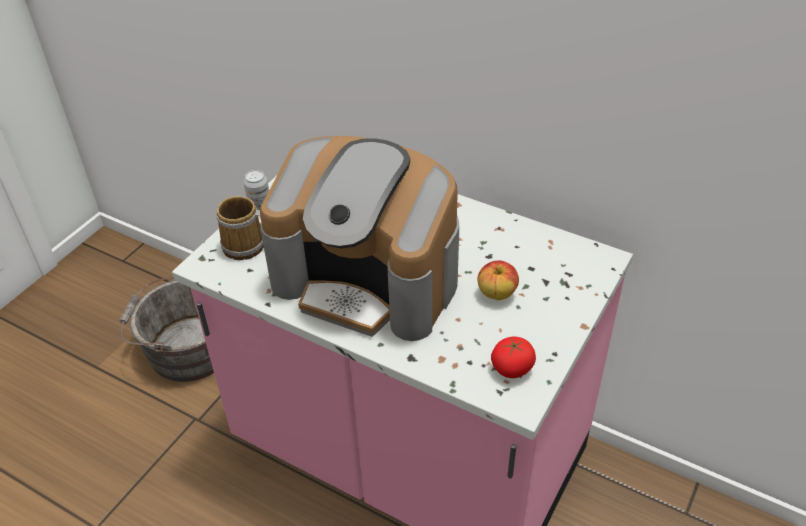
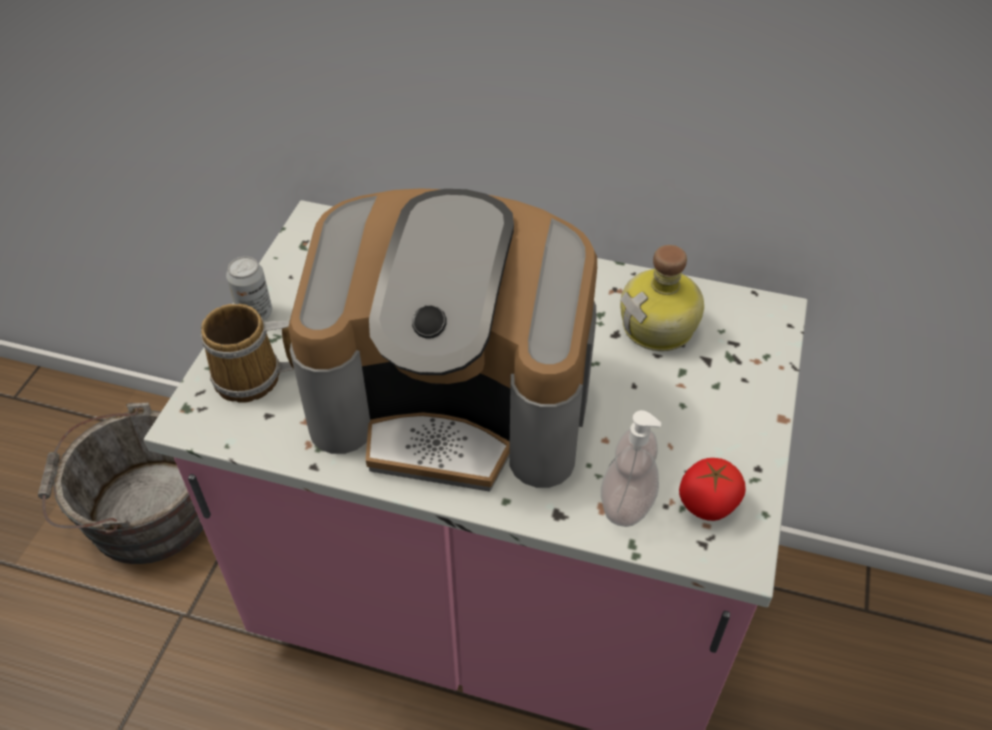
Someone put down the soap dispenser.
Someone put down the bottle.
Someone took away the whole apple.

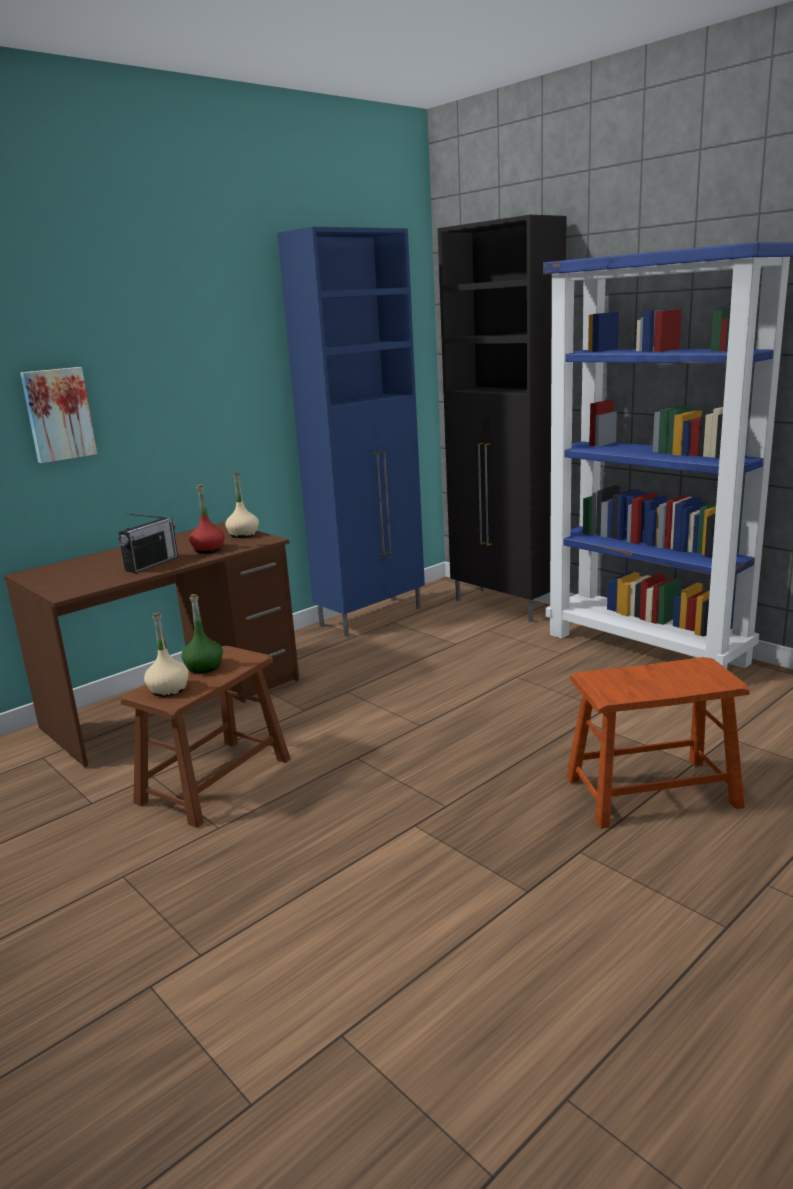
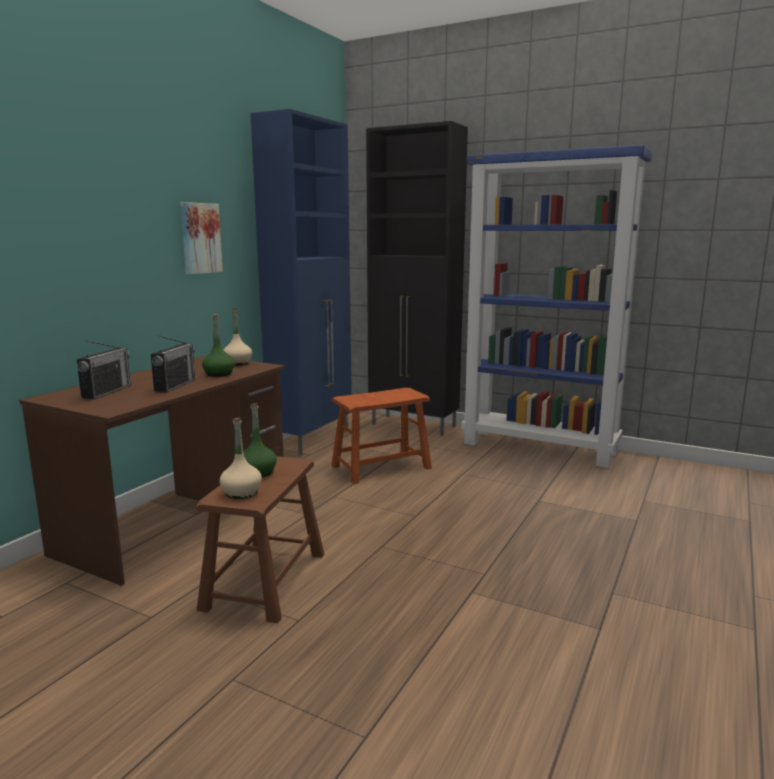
Someone put down the radio set (1st from left).
Someone carried the picture.
Someone repainted the bottle/red, which became the bottle/greenish (1st from left).
Someone carried the sitting stool/brownish (2nd from left).

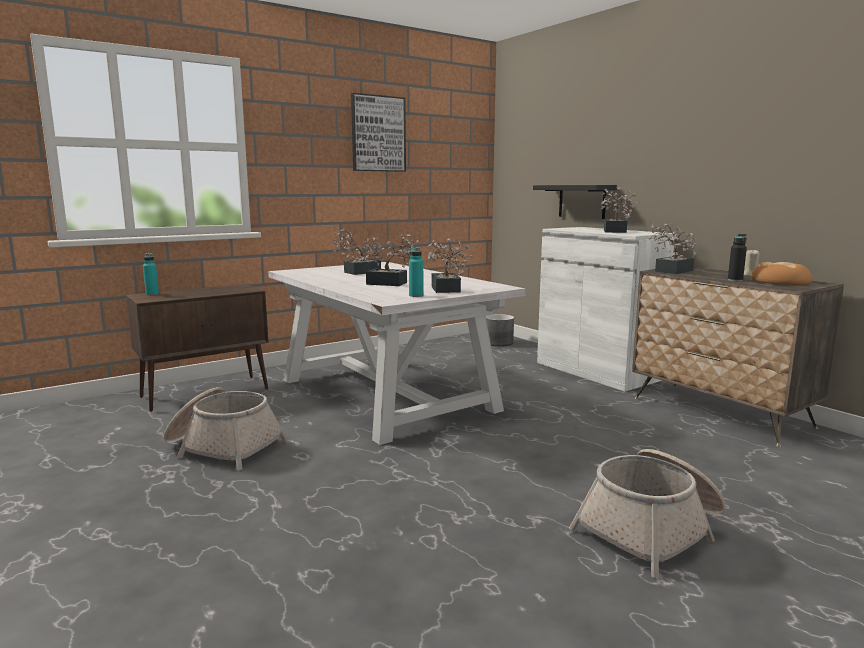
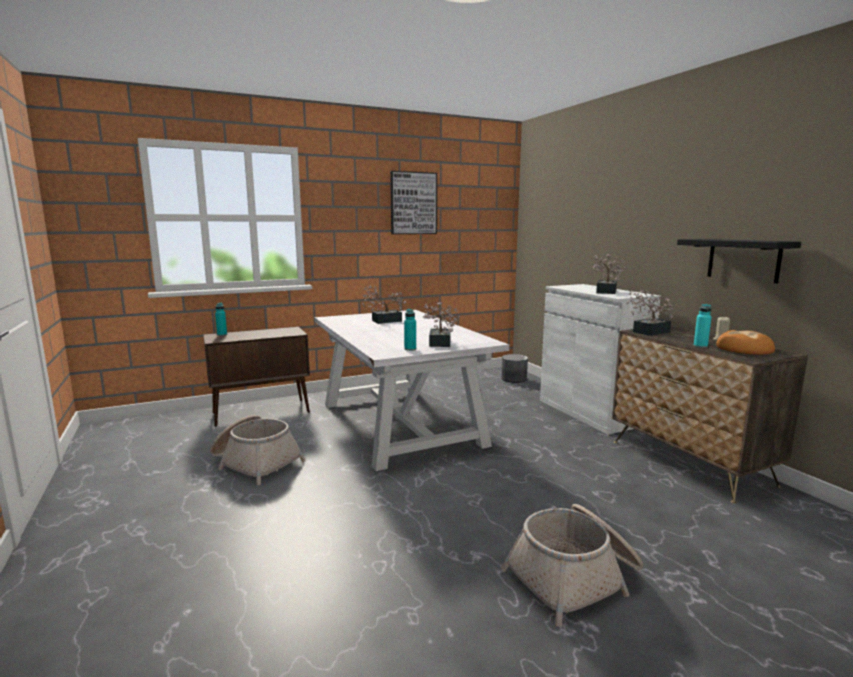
Someone carried the wall shelf/black.
Someone repainted the bottle/black, which became the bottle/blue-green (3rd from left).
Someone took away the plant in a pot (2nd from left).

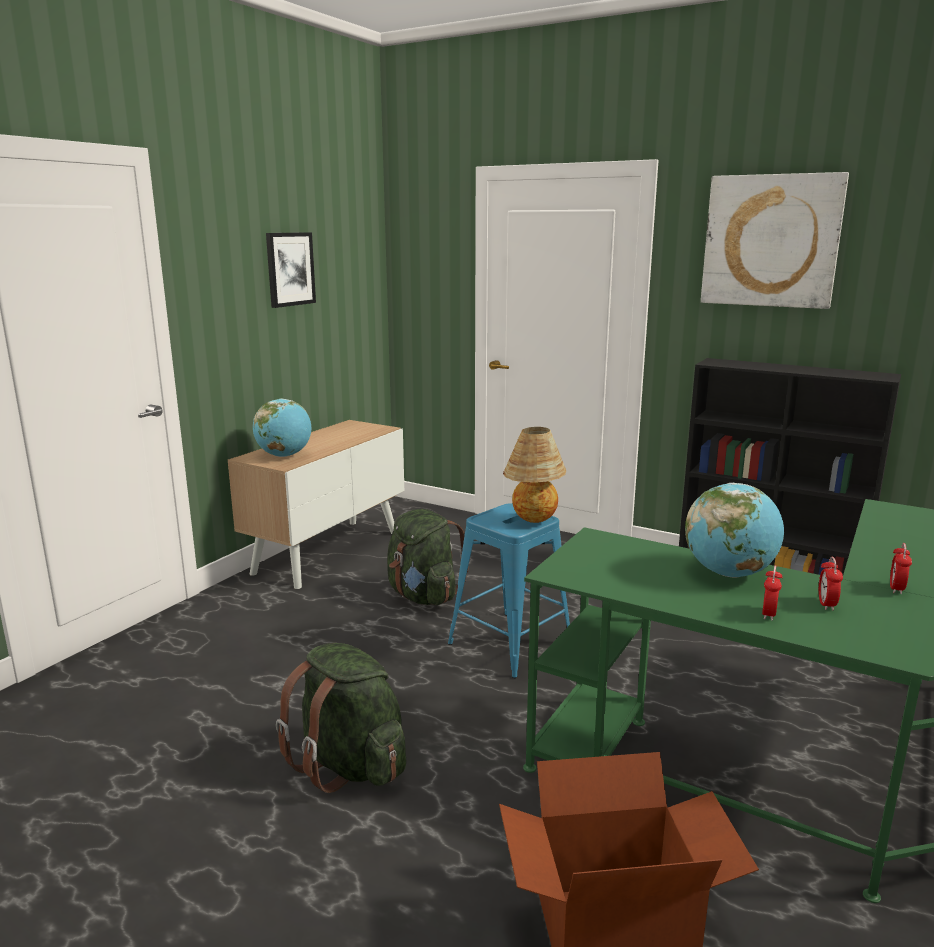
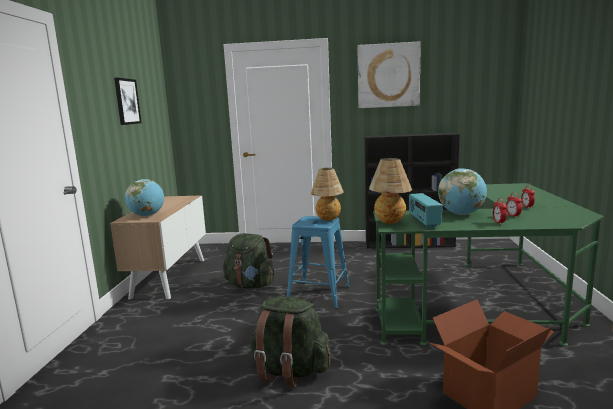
Someone put down the table lamp (2nd from left).
Someone put down the radio set.

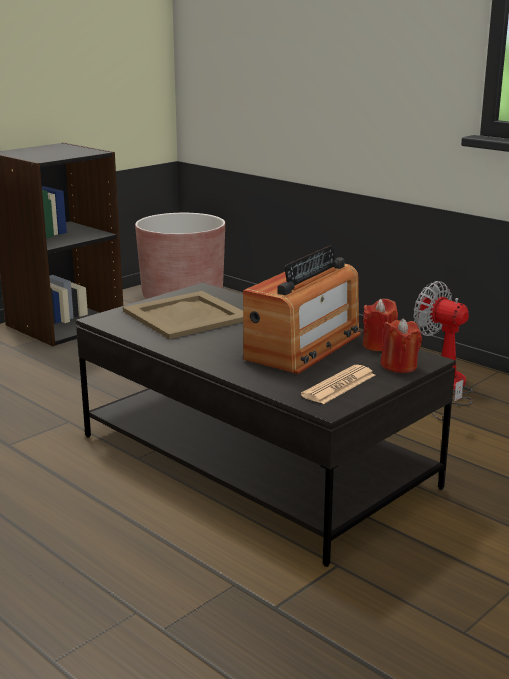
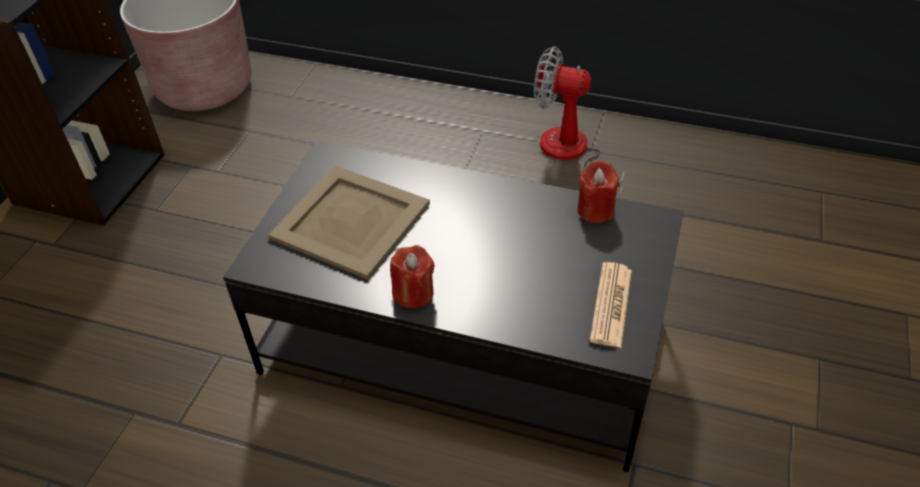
Someone carried the candle/red (2nd from left in the first image).
Someone took away the radio set.

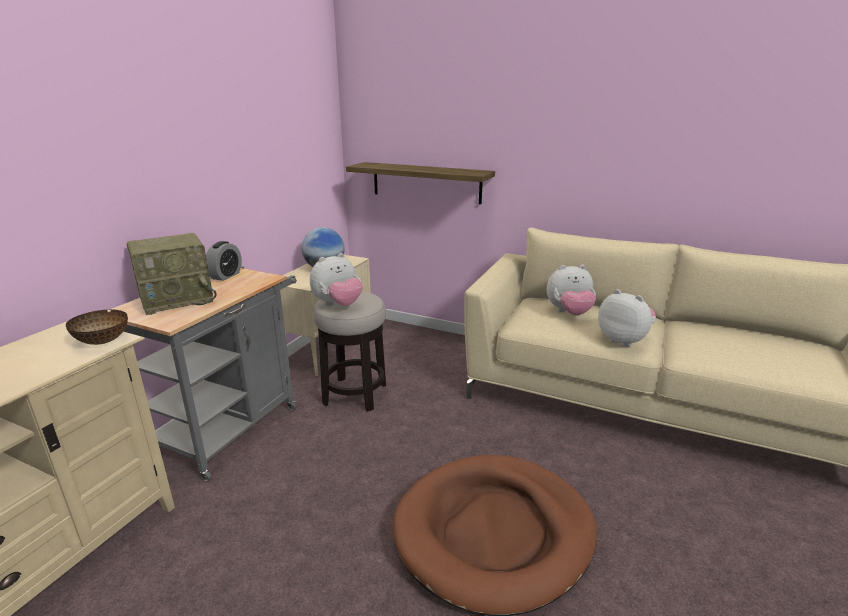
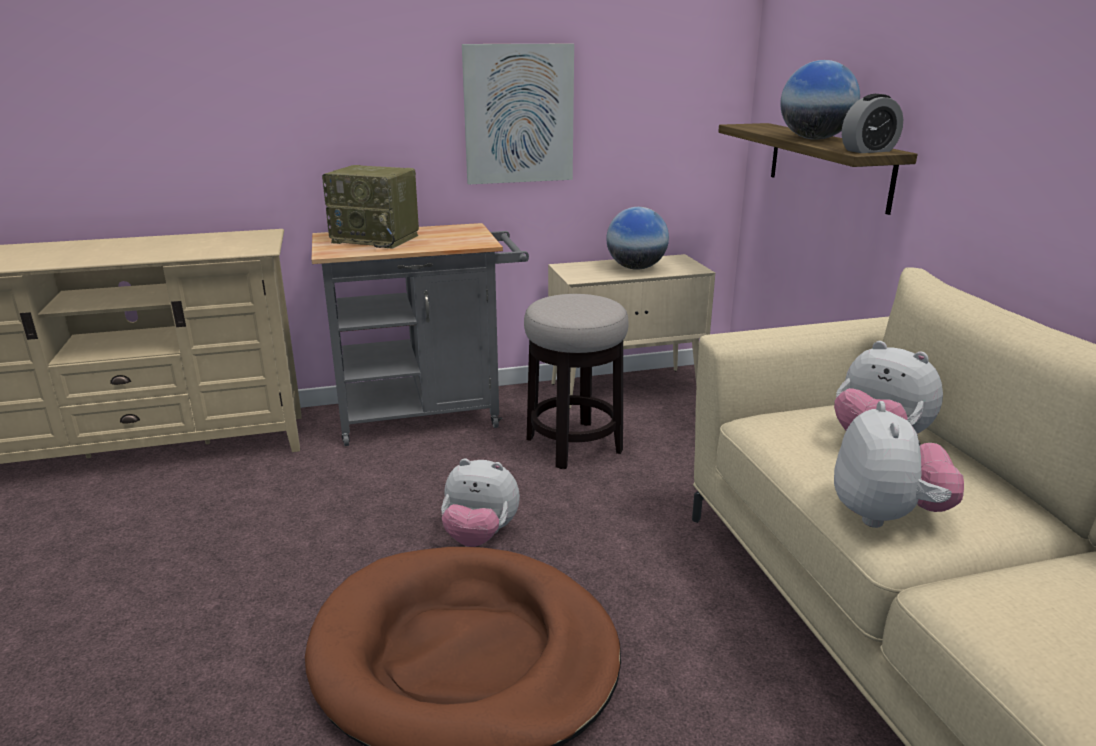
Someone carried the soft toy (1st from left).
Someone put up the picture.
Someone put down the globe (2nd from left).
Someone carried the alarm clock.
Someone took away the serving bowl.

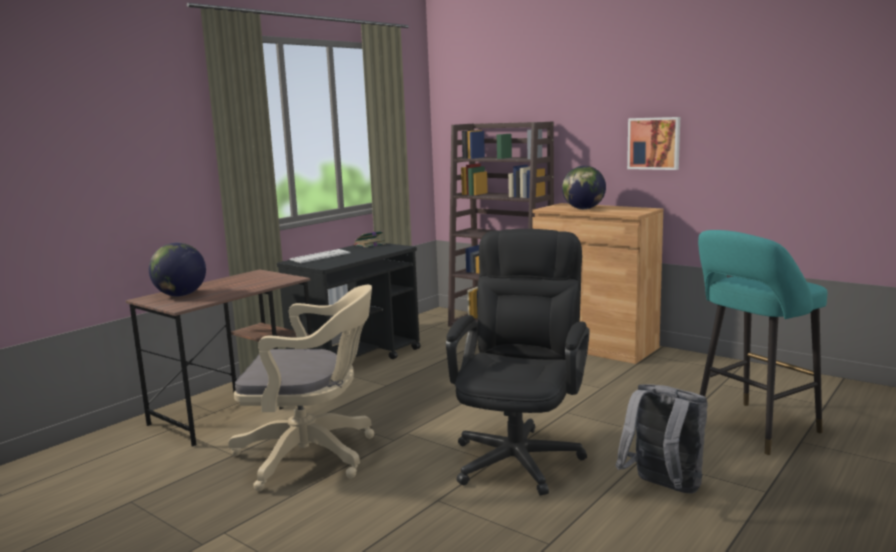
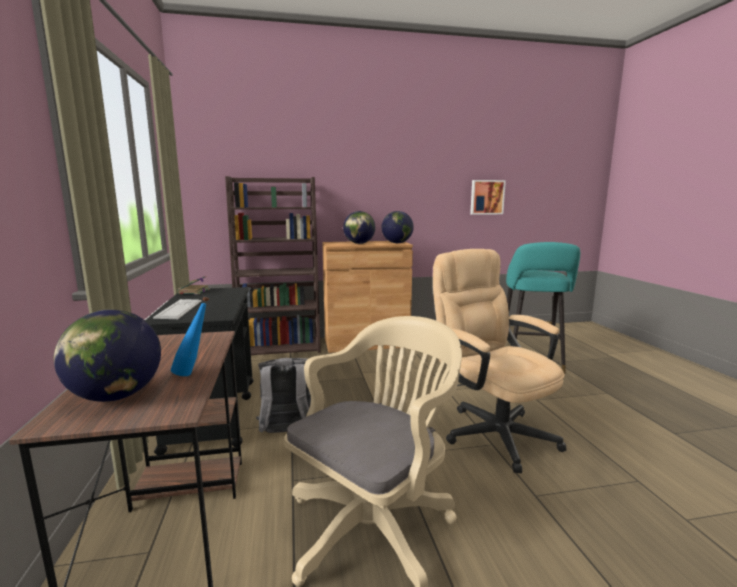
Someone put down the bottle/blue.
Someone carried the backpack/grey.
Someone put down the globe (3rd from left).
Someone repainted the desk chair/black, which became the desk chair/beige (2nd from left).
Someone carried the picture.

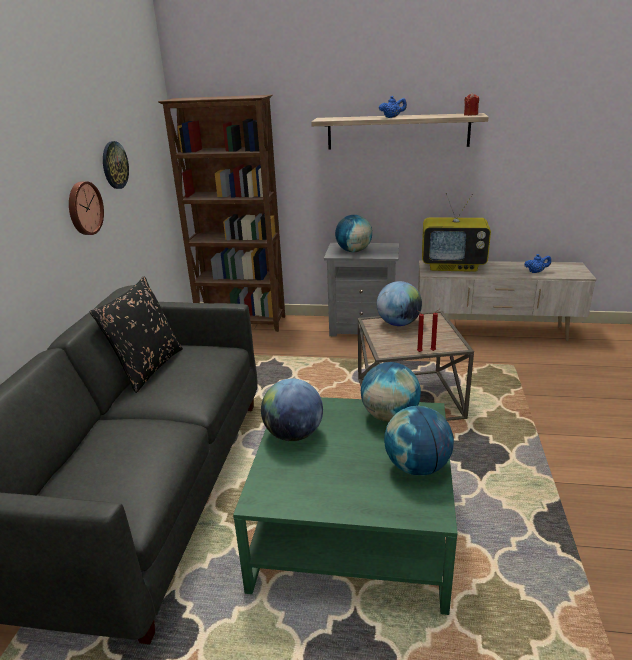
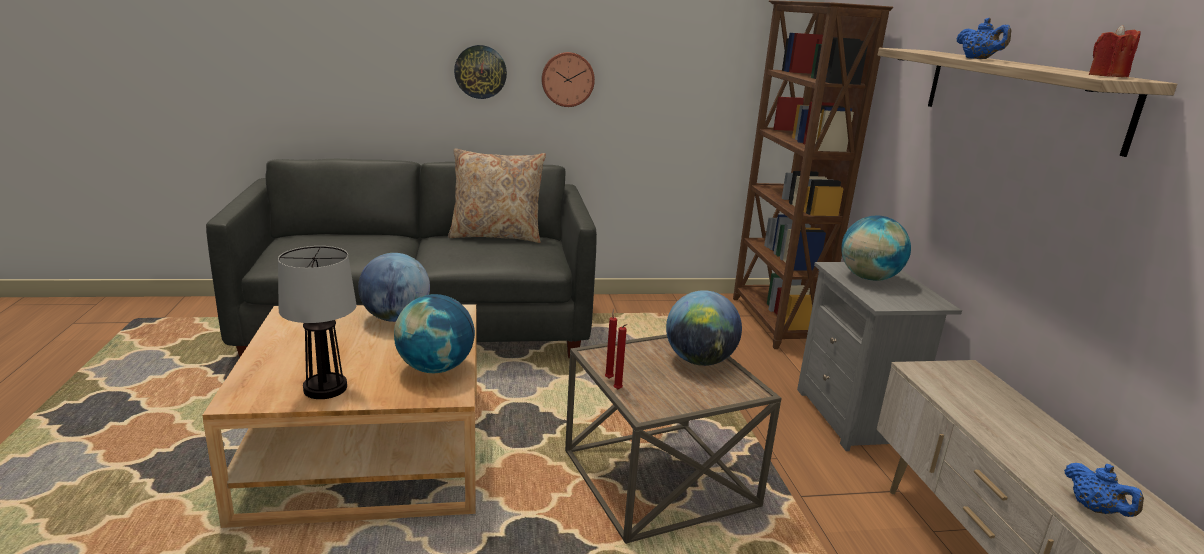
Someone repainted the coffee table/greenish, which became the coffee table/beige.
Someone swapped the globe (5th from left) for the table lamp.
Someone repainted the throw pillow/black, which became the throw pillow/beige.
Someone carried the hanging clock (2nd from left in the first image).
Someone took away the television.

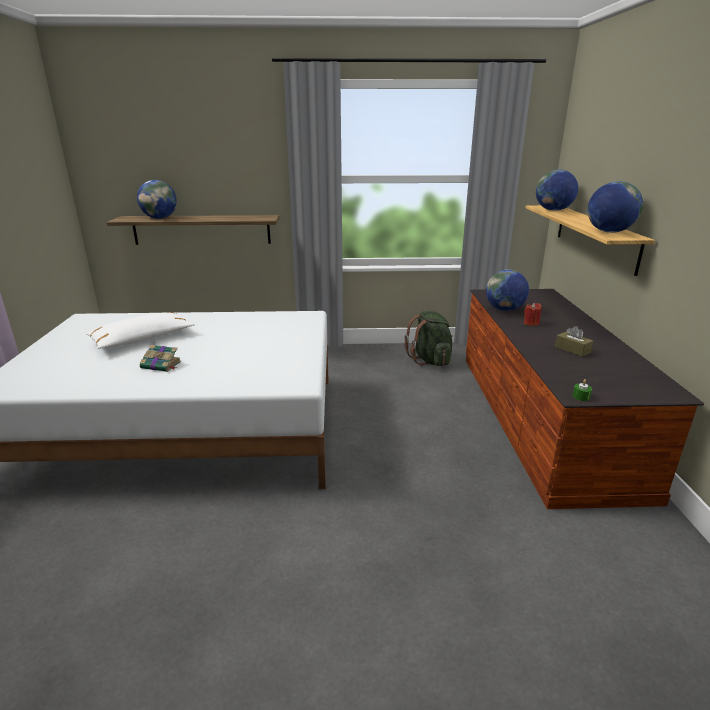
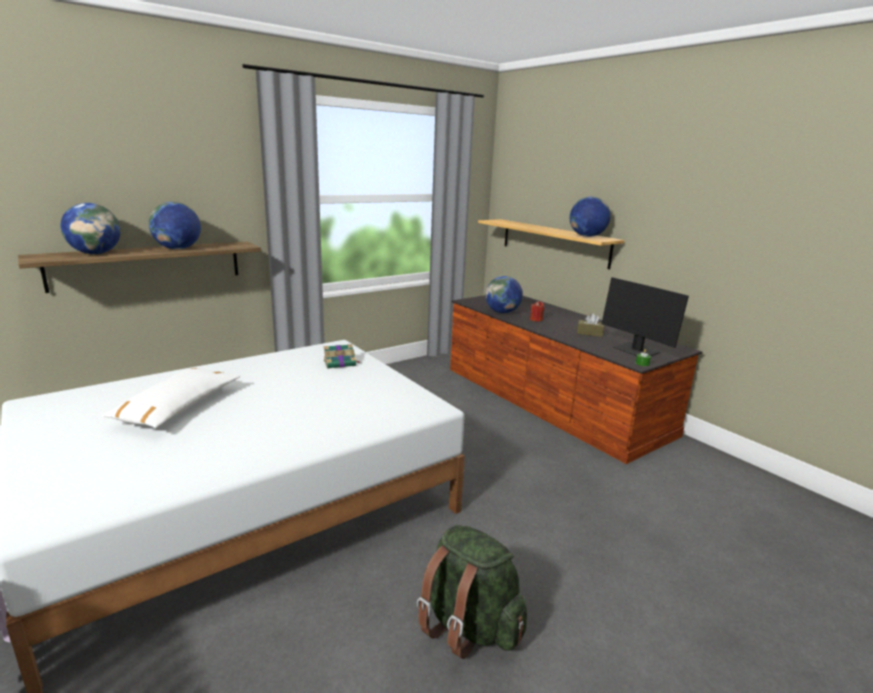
Someone carried the globe (3rd from left in the first image).
Someone carried the volume.
Someone carried the backpack/greenish.
Someone put down the computer display.

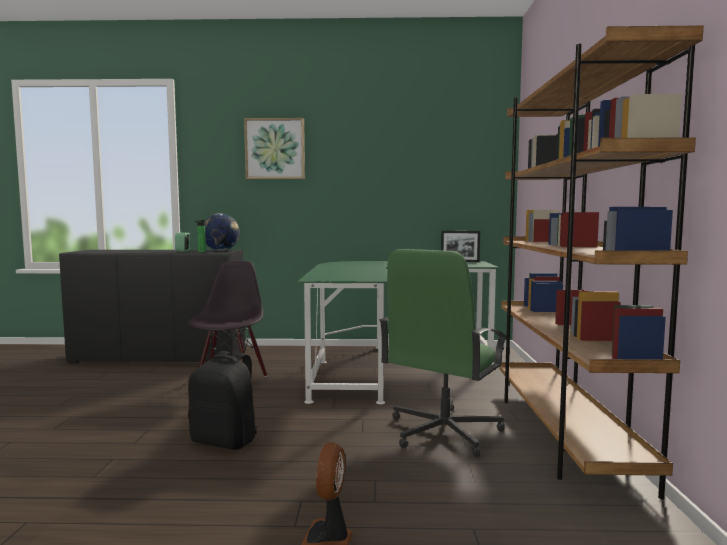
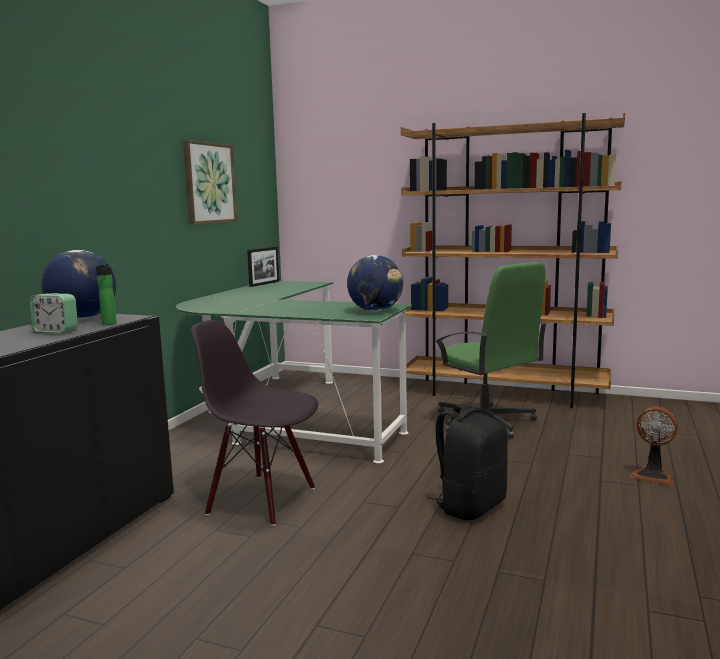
Someone carried the picture.
Someone put down the globe (2nd from left).

